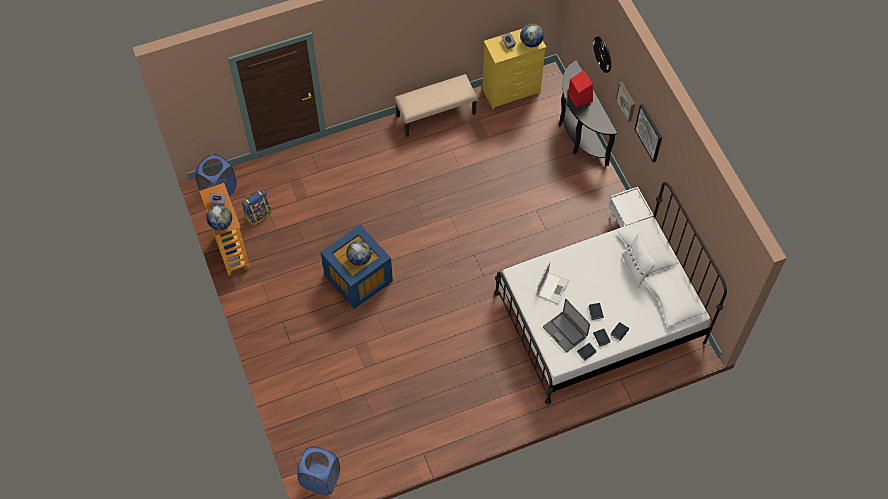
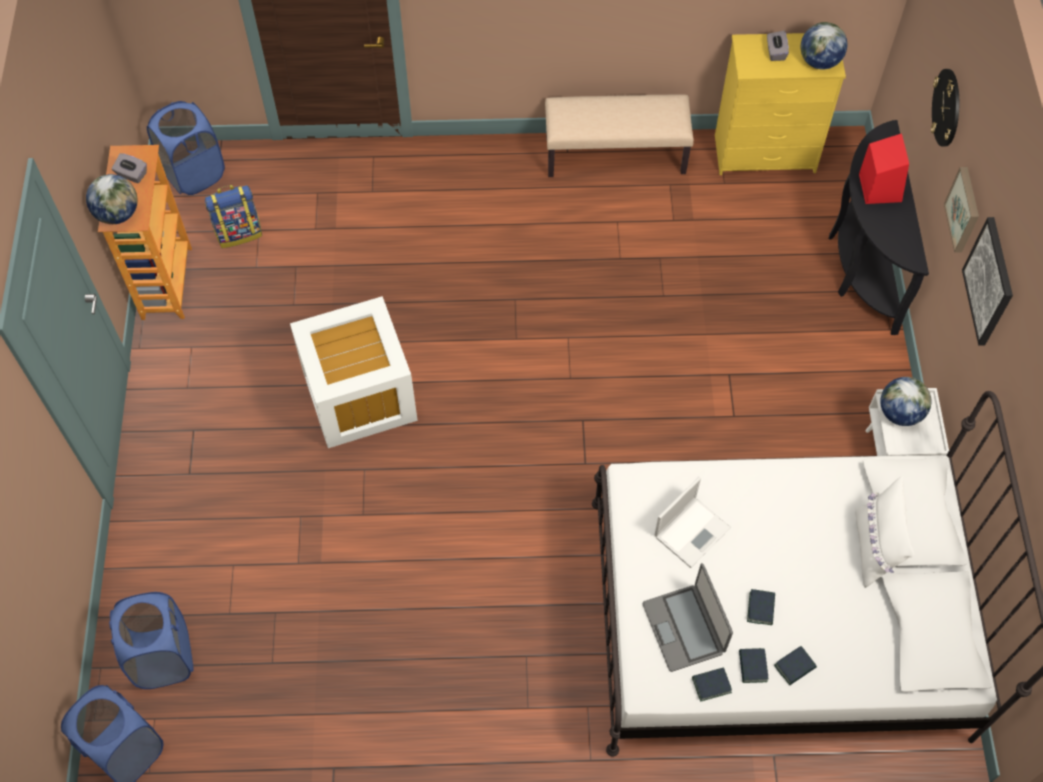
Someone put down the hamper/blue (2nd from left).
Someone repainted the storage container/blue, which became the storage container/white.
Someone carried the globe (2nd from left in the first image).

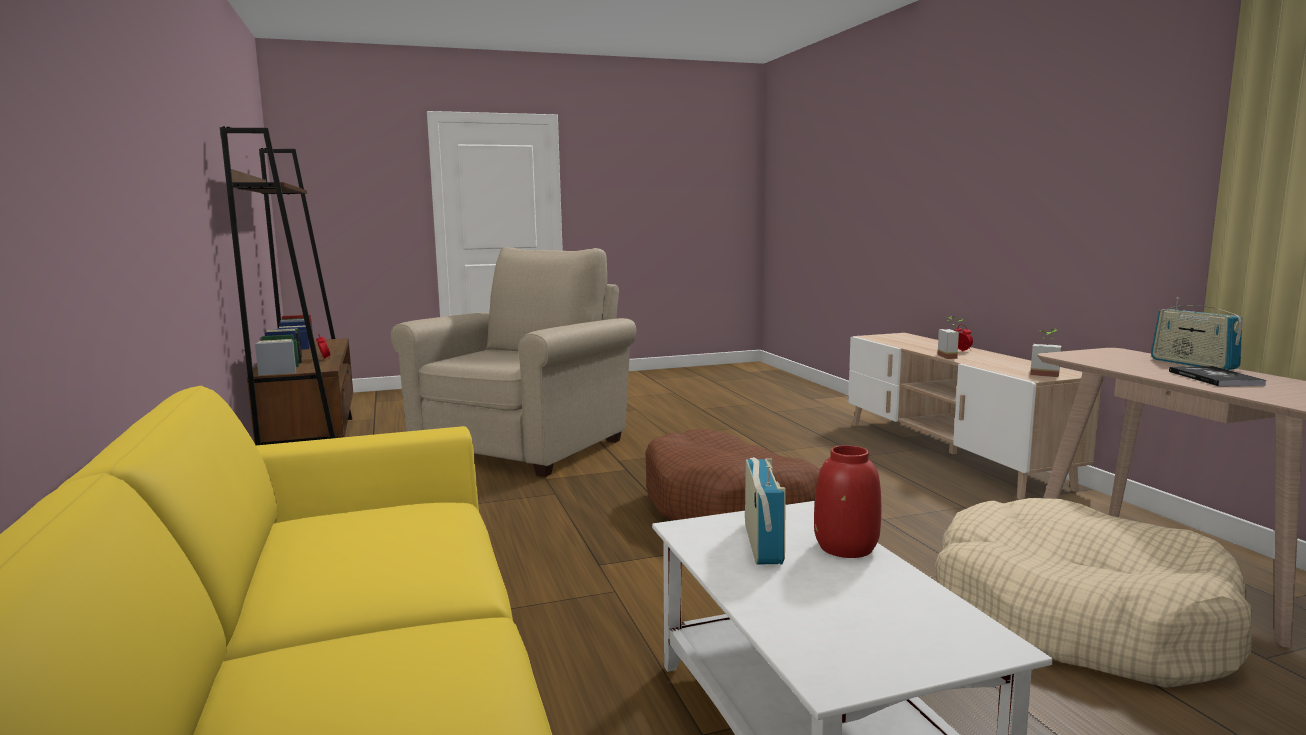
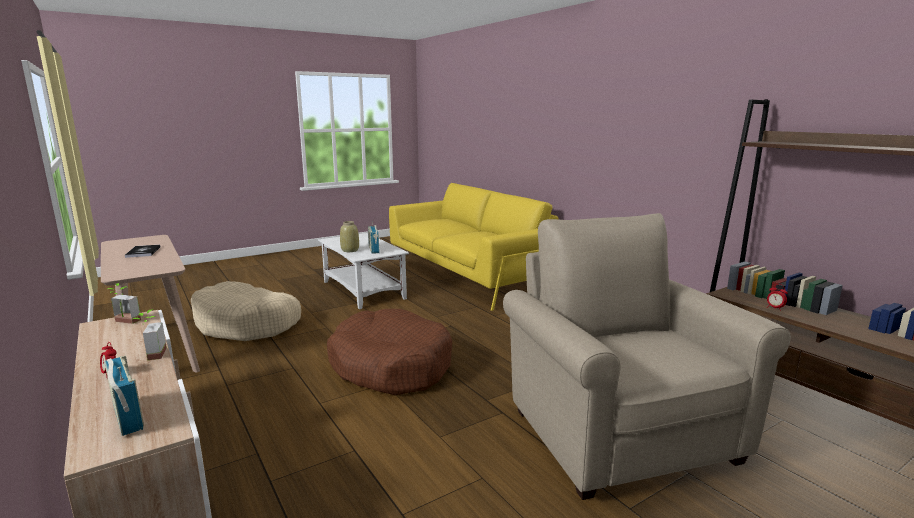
Someone carried the radio set (2nd from left in the first image).
Someone repainted the decorative vase/red, which became the decorative vase/beige.
Someone rotated the easy chair/beige by 150 degrees clockwise.

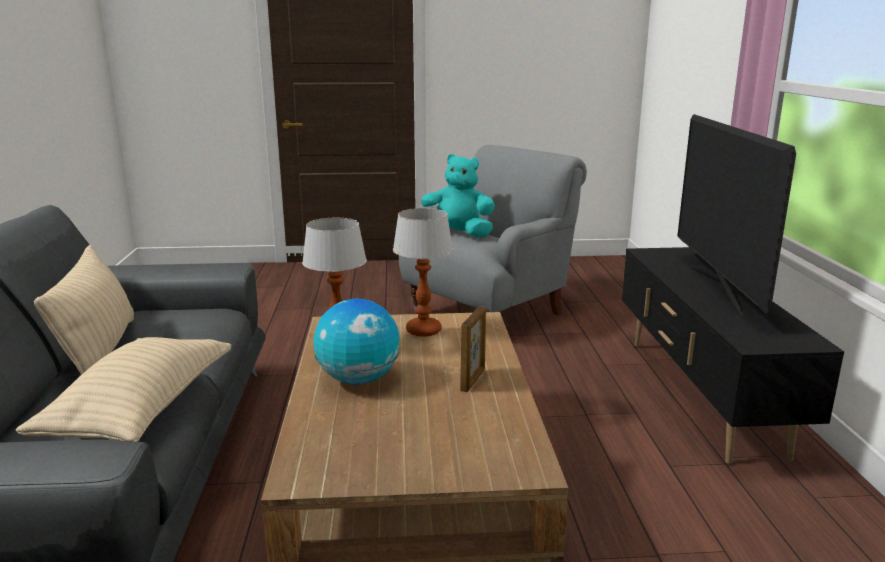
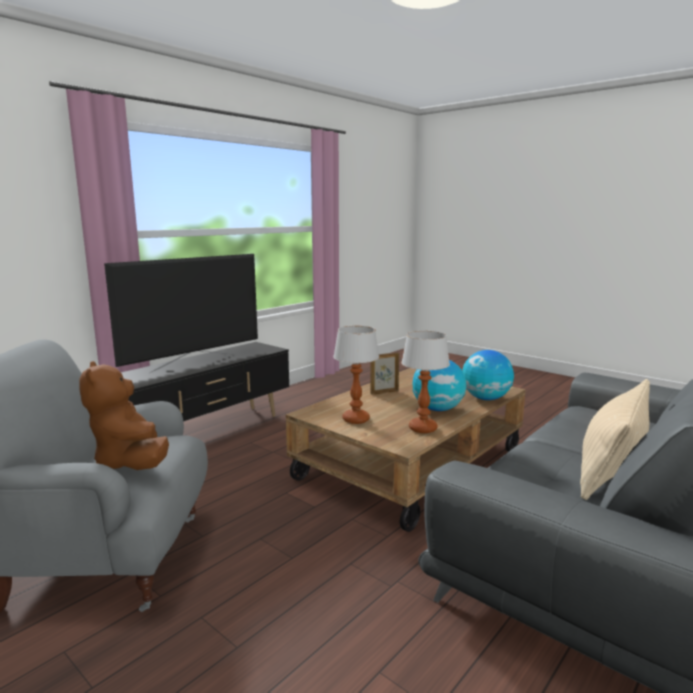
Someone repainted the soft toy/blue-green, which became the soft toy/brownish.
Someone put down the globe (2nd from left).
Someone took away the throw pillow/beige (2nd from left).

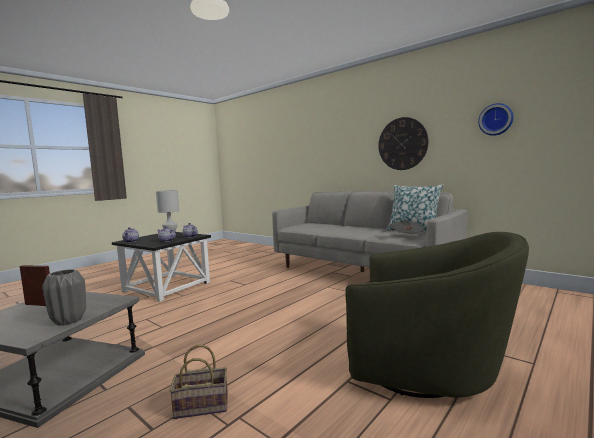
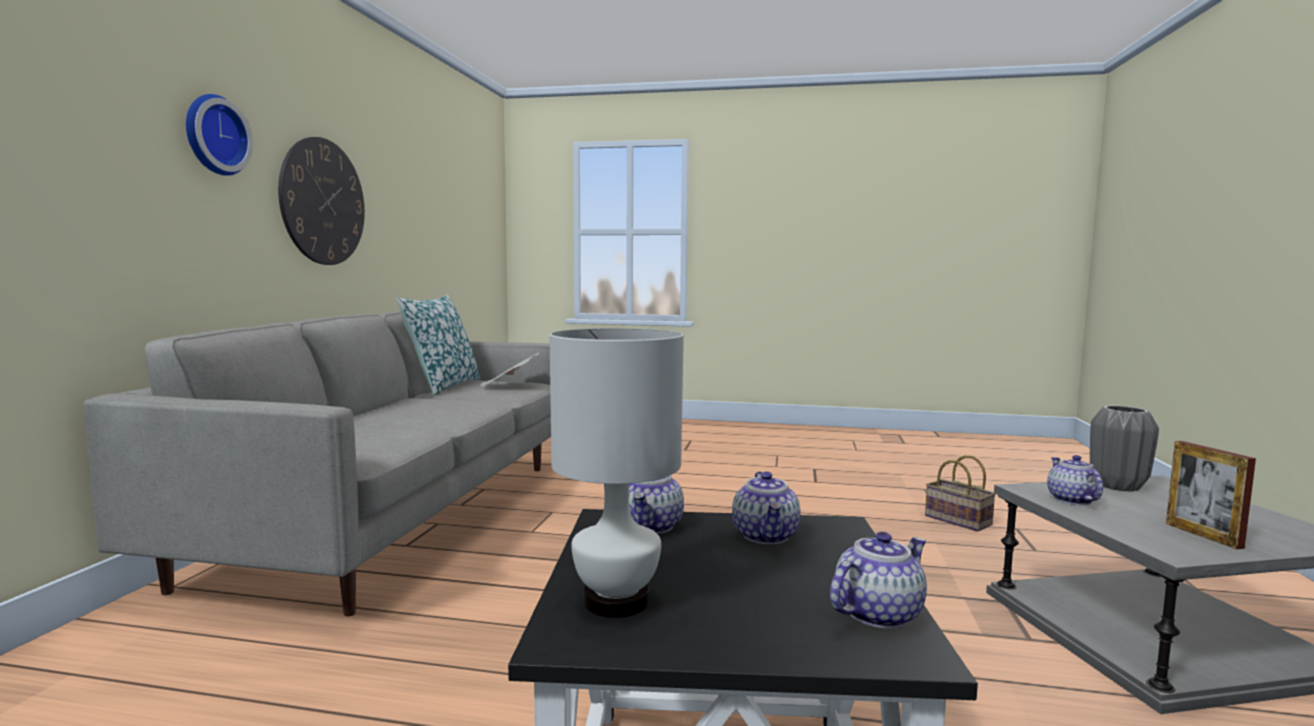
Someone carried the hanging clock (2nd from left in the first image).
Someone put down the teapot (4th from left).
Someone took away the easy chair/greenish.

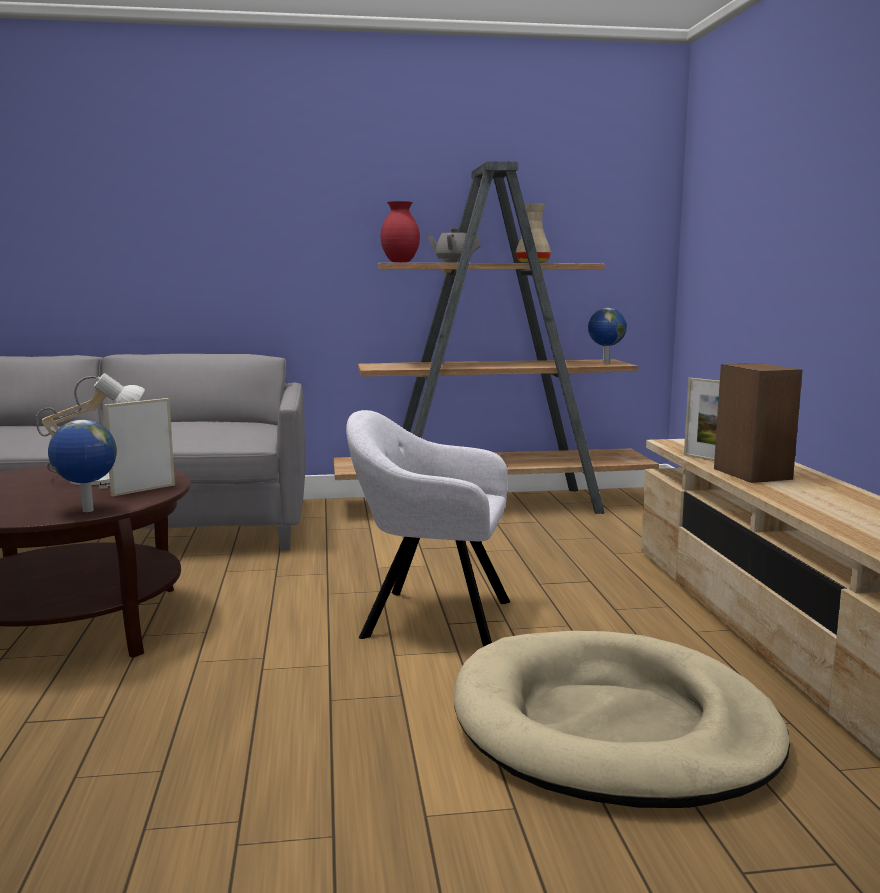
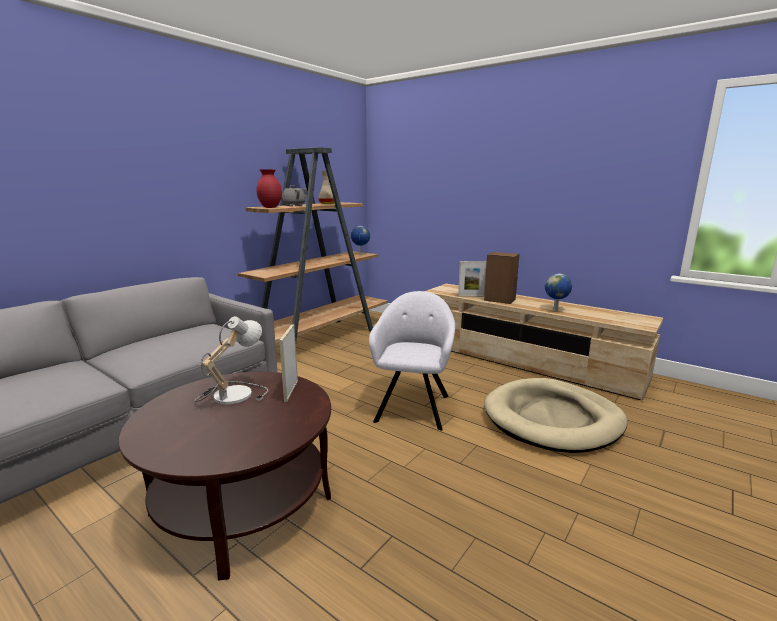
Someone rotated the easy chair/grey by 135 degrees clockwise.
Someone carried the globe (1st from left in the first image).

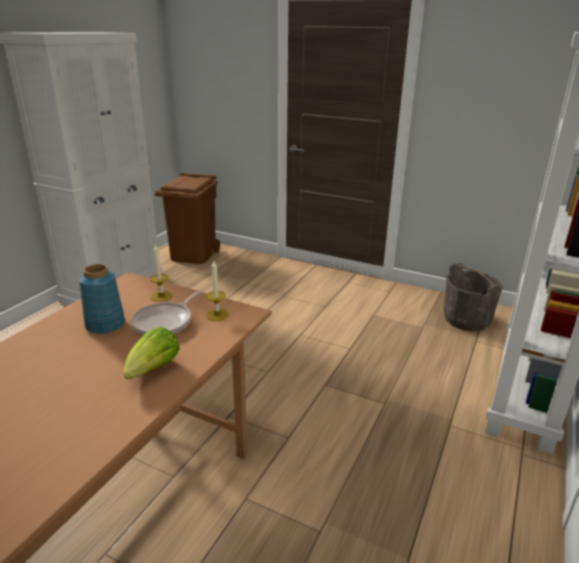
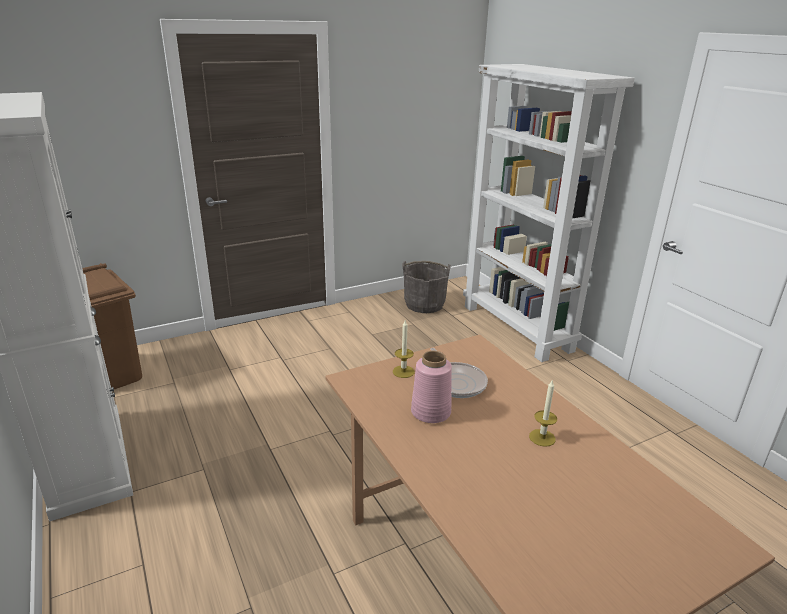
Someone repainted the decorative vase/blue, which became the decorative vase/pinkish.
Someone carried the candle (2nd from left).
Someone took away the lettuce head.

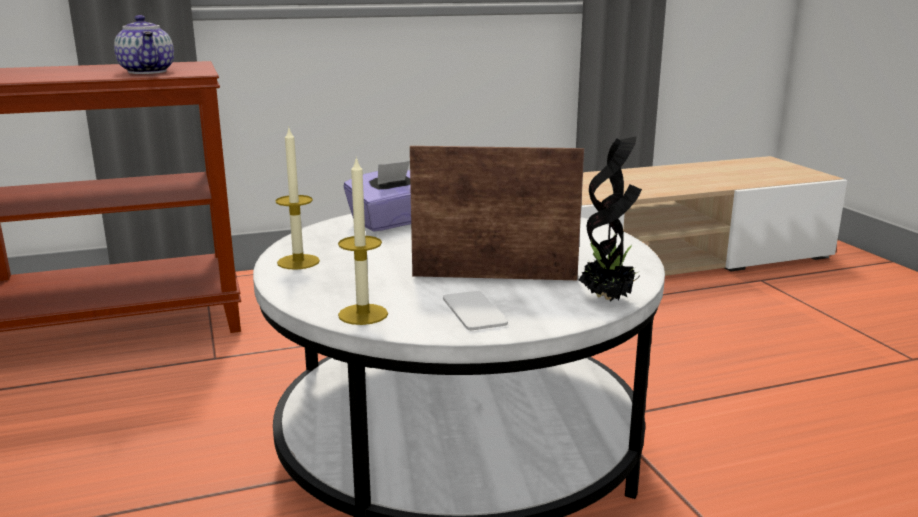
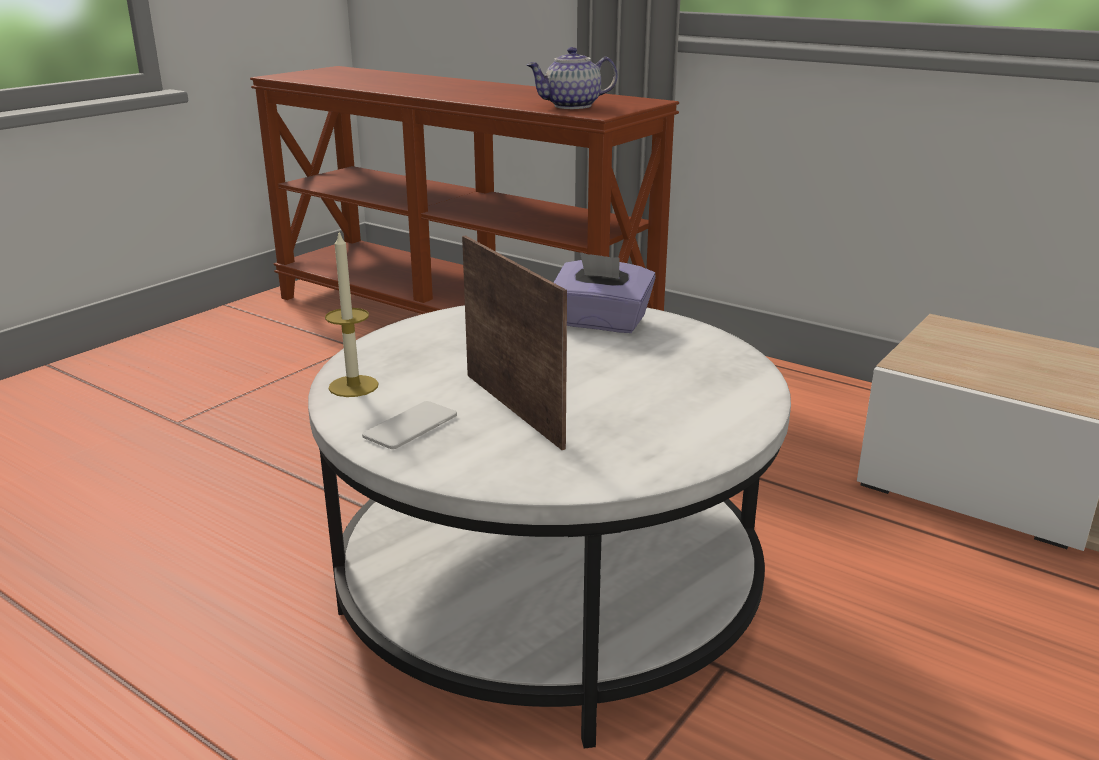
Someone rotated the teapot by 45 degrees clockwise.
Someone took away the candle (1st from left).
Someone took away the plant in a pot.

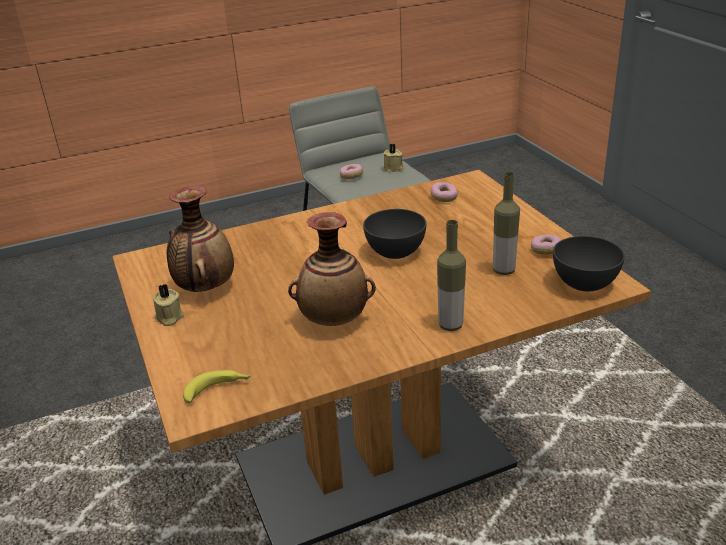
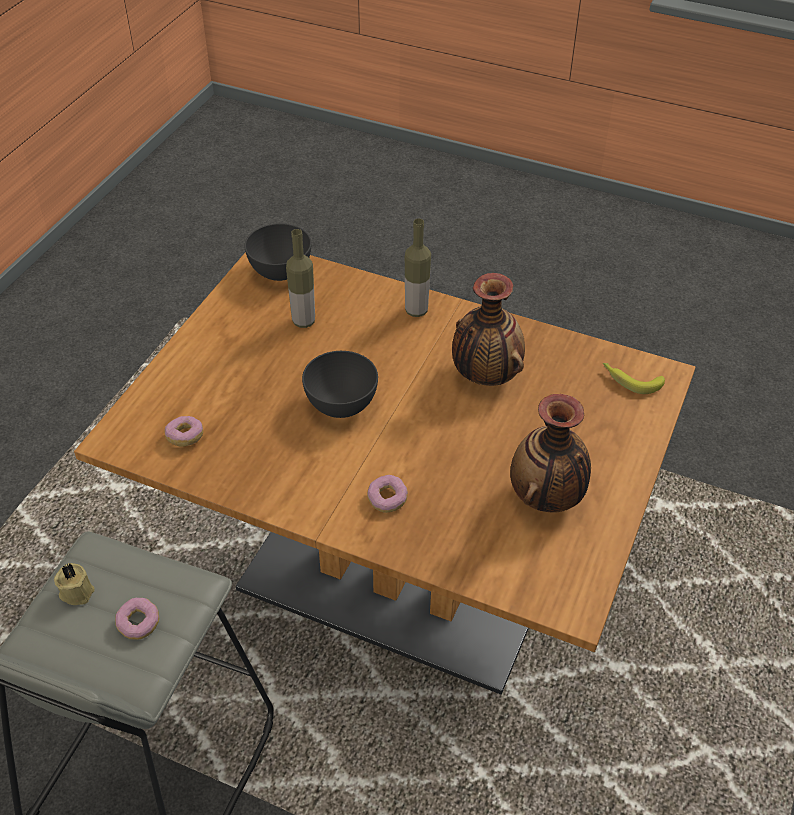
Someone carried the ring doughnut (3rd from left).
Someone took away the candle/beige (1st from left).

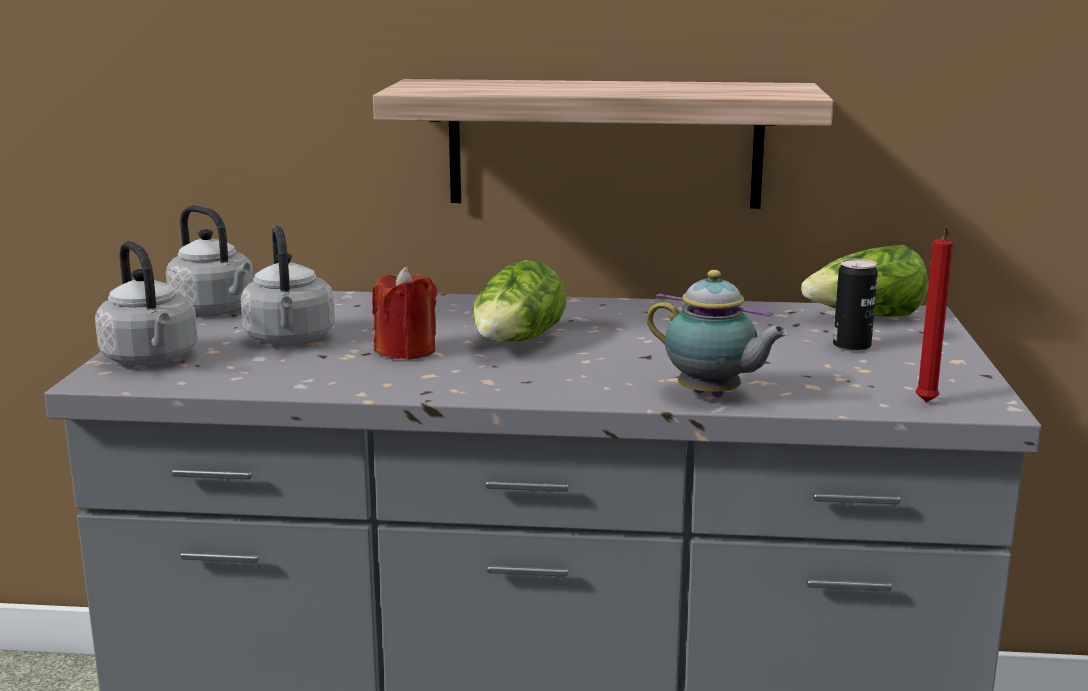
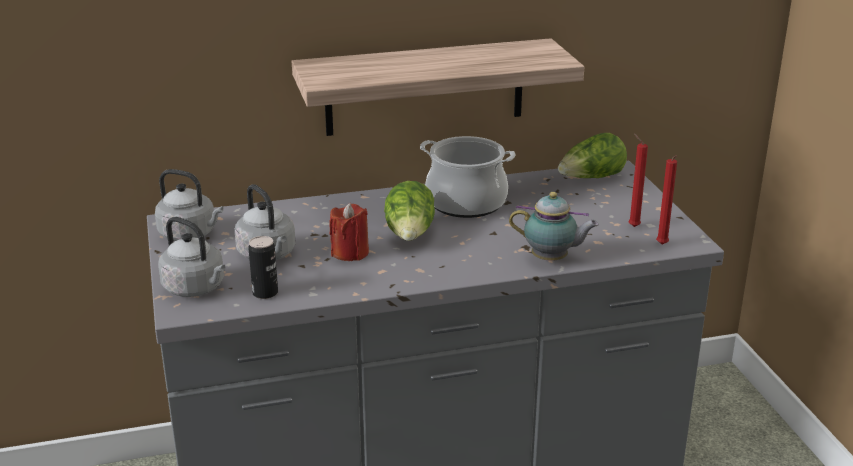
Someone carried the metal can.
Someone put down the cooking pot.
Someone put down the candle/red (2nd from left).

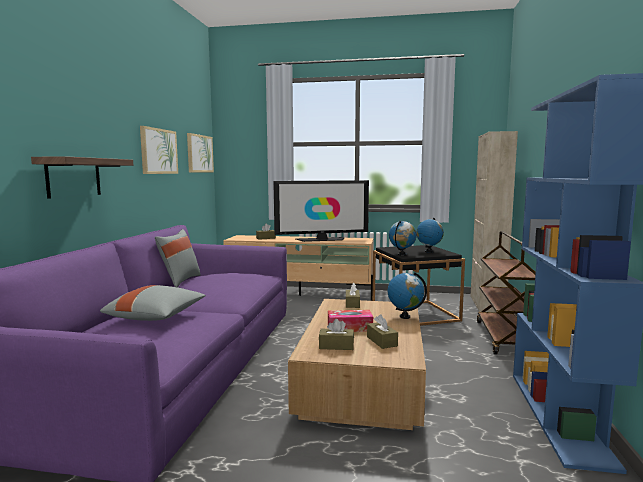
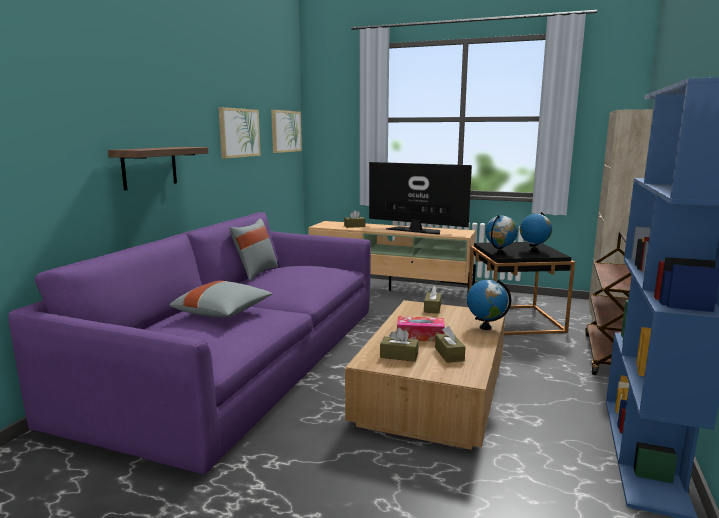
Someone rotated the television by 150 degrees counterclockwise.

